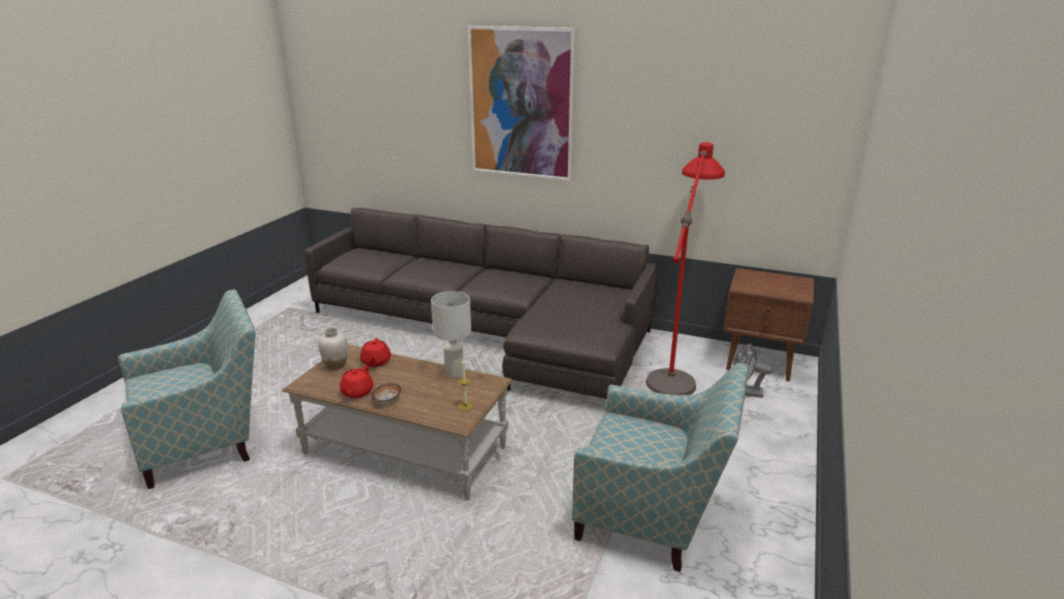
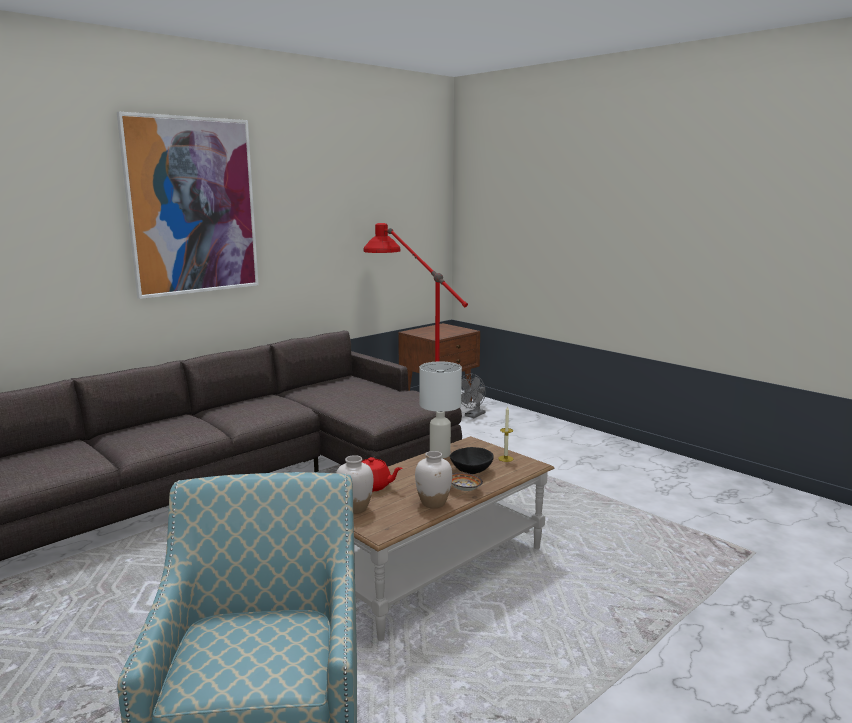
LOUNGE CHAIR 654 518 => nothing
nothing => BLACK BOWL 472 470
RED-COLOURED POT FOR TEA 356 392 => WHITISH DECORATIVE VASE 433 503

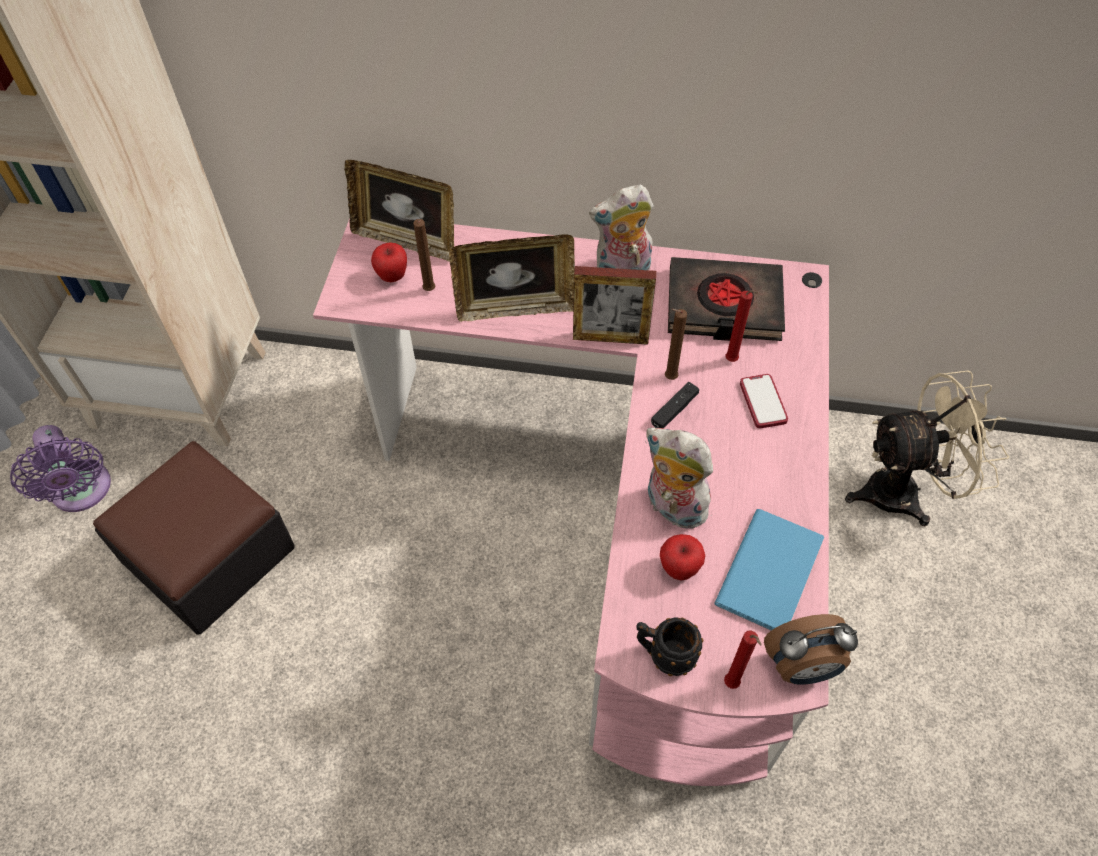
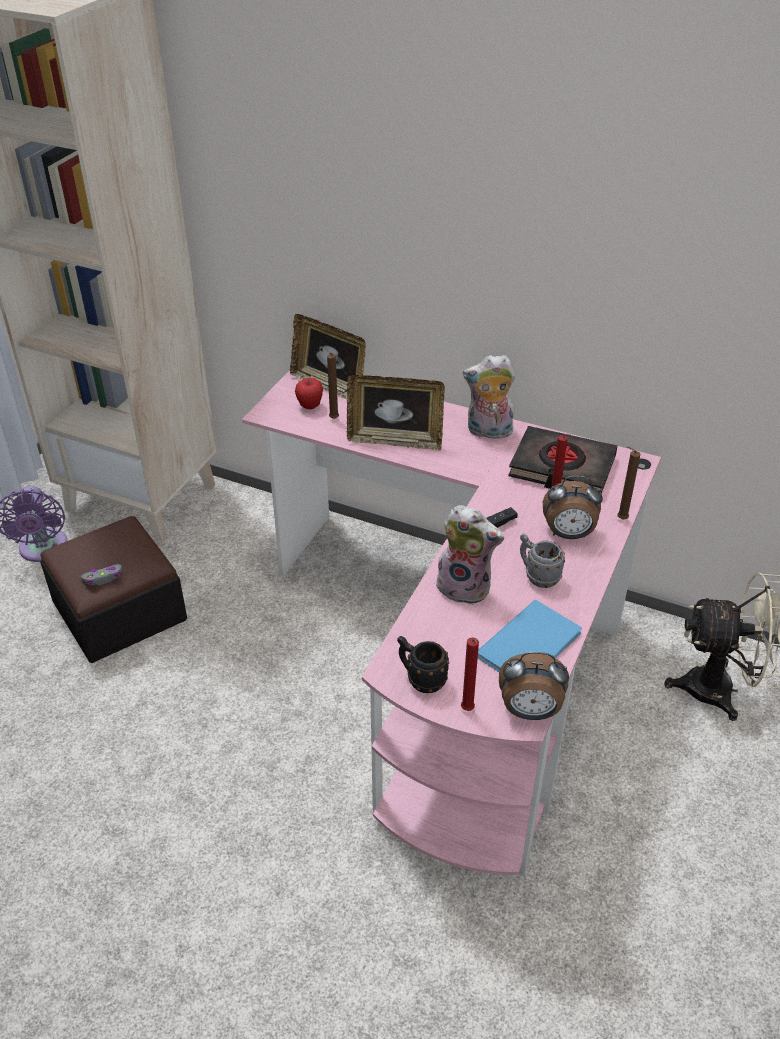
STANDING FRAME 610 338 => nothing
WHOLE APPLE 679 569 => nothing
nothing => GREY JOYPAD 103 578
nothing => GREY MUG 537 576
BROWNISH WAX LIGHT 668 378 => BROWNISH WAX LIGHT 620 519, shifted
TELEPHONE 763 402 => BEDSIDE CLOCK 568 534
CUDDLY TOY 672 507 => CUDDLY TOY 466 587, 150 degrees clockwise

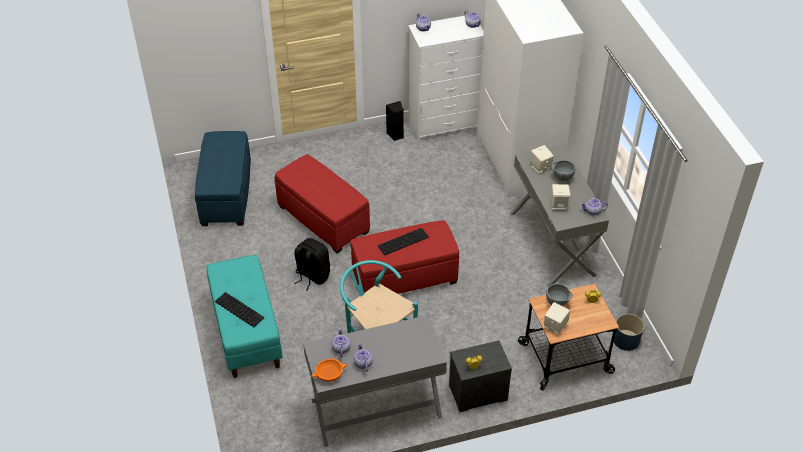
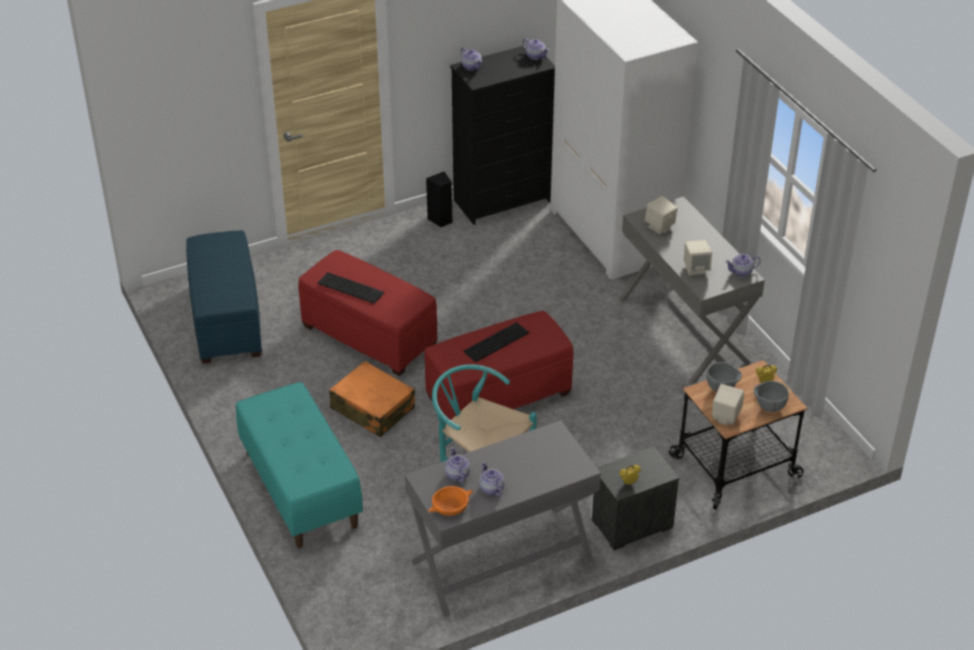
BLUE-COLOURED FLOWER POT 626 340 => nothing
KEYBOARD 239 309 => KEYBOARD 350 288, shifted
GREY BOWL 561 178 => GREY BOWL 768 408, shifted
BLACK BACKPACK 312 276 => ORANGE-COLOURED PIECE OF LUGGAGE 372 408
WHITISH DRAWER CHEST 444 125 => BLACK DRAWER CHEST 503 200

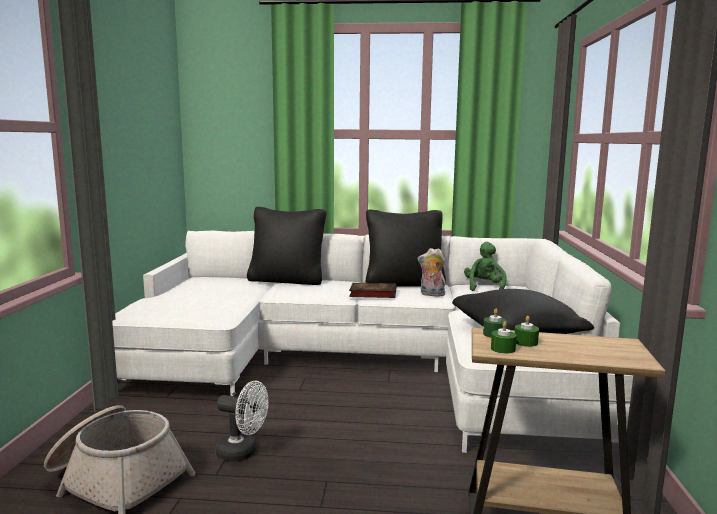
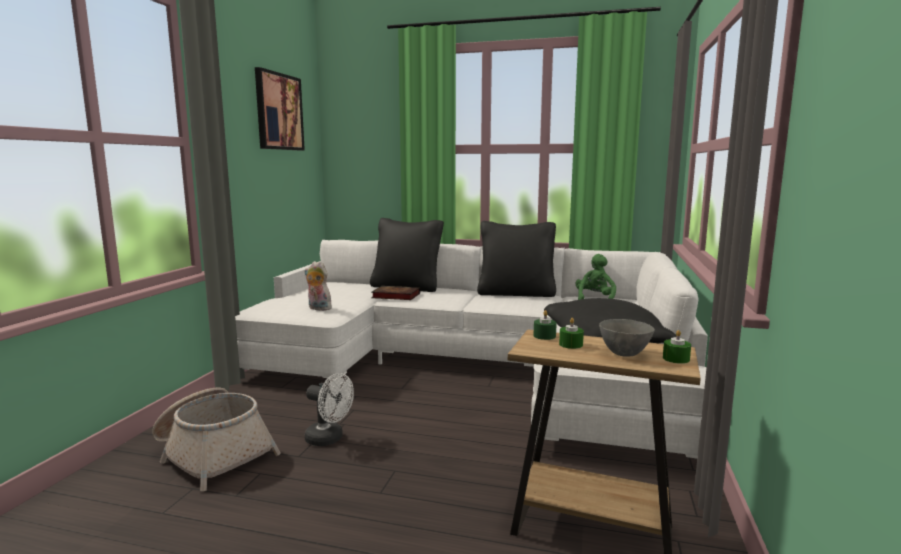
nothing => WALL PICTURE 279 112
nothing => GREY BOWL 625 354
BOUND BOOK 371 293 => BOUND BOOK 394 296, shifted
CUDDLY TOY 431 294 => CUDDLY TOY 318 308, shifted
GREEN WAX LIGHT 503 349 => GREEN WAX LIGHT 676 359, shifted

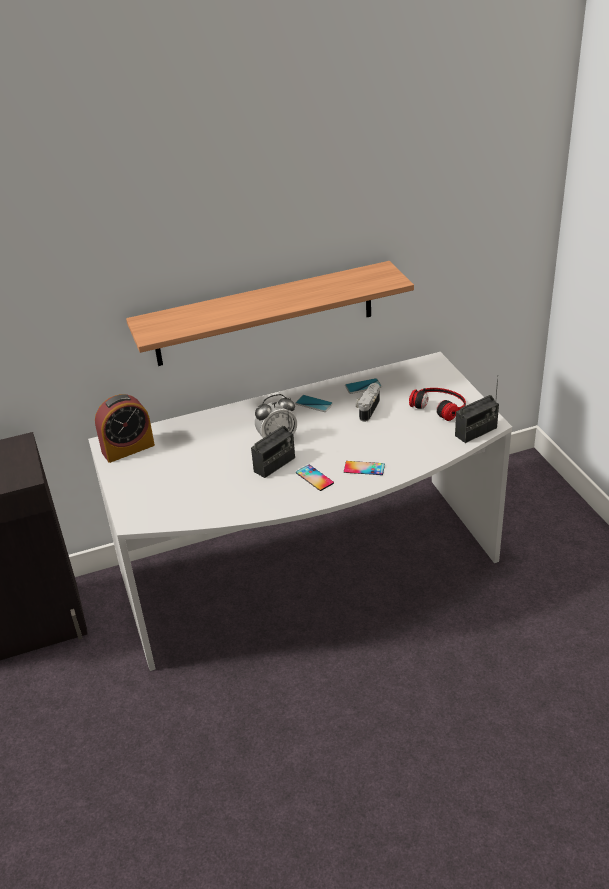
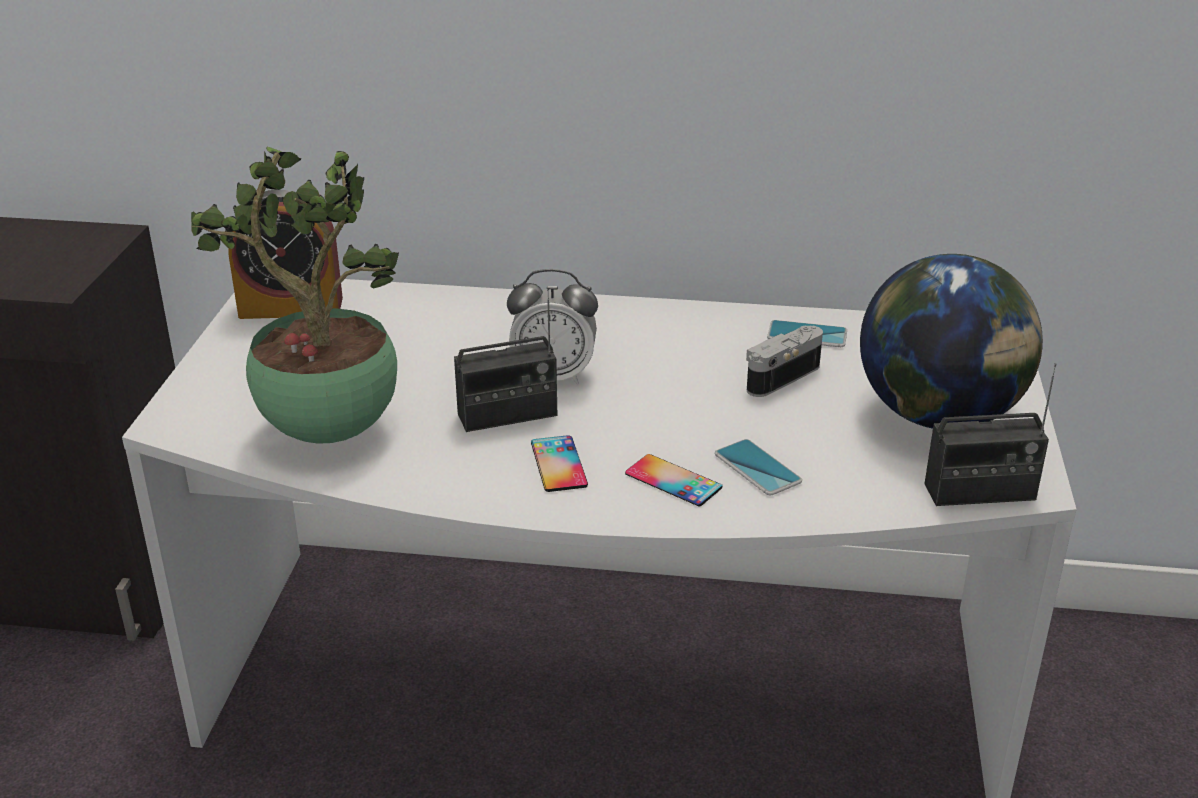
BRACKET SHELF 264 314 => nothing
nothing => PLANT IN A POT 326 432
TELEPHONE 314 404 => TELEPHONE 757 468, shifted
HEADPHONES 440 405 => DESK GLOBE 939 416

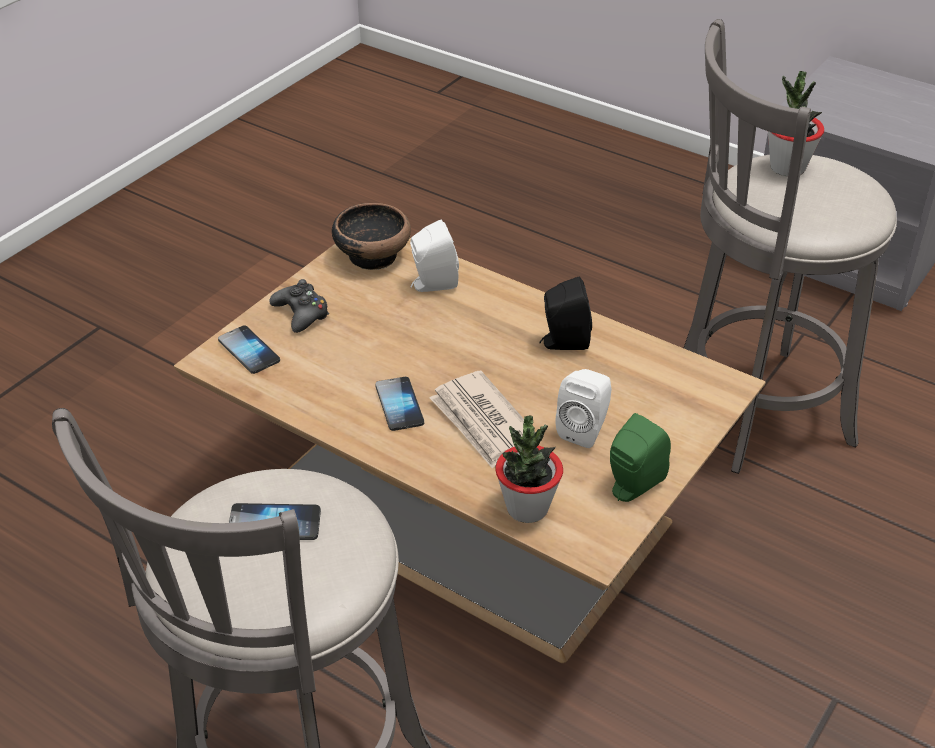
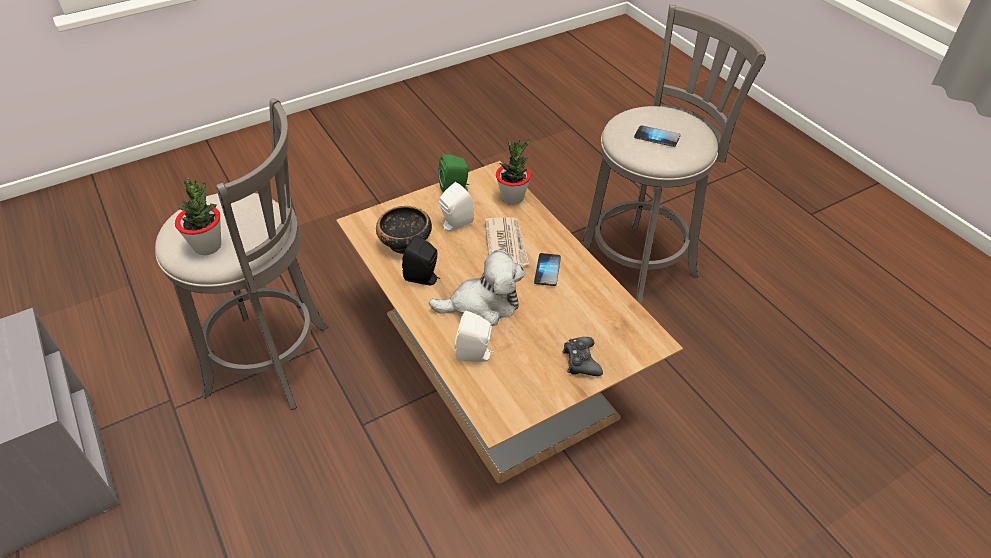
TELEPHONE 249 351 => nothing
nothing => CUDDLY TOY 483 305
BOWL 373 255 => BOWL 405 243, shifted

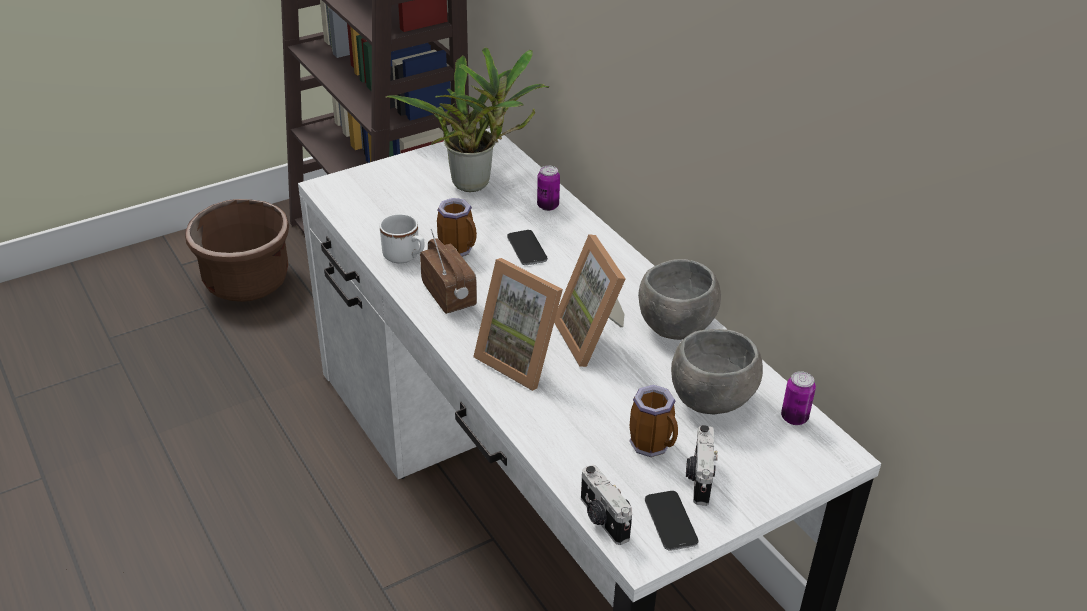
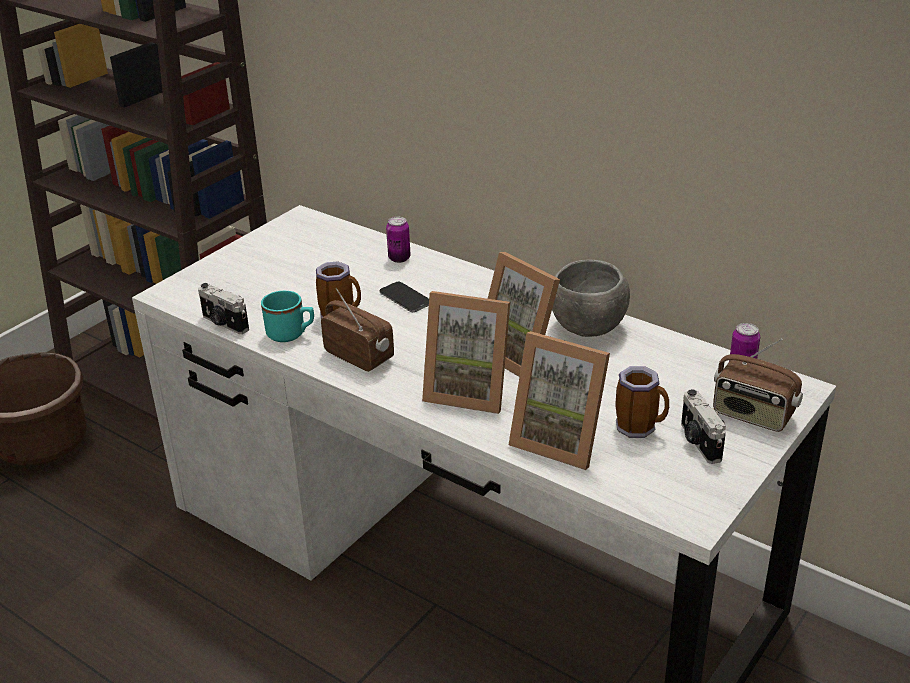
PLANT IN A POT 477 183 => nothing
TELEPHONE 670 521 => nothing
GREY BOWL 709 400 => nothing
nothing => STANDING FRAME 561 439
nothing => RADIO RECEIVER 752 415
STILL CAMERA 602 519 => STILL CAMERA 224 324, shifted
WHITISH MUG 405 257 => TURQUOISE-COLOURED MUG 291 334

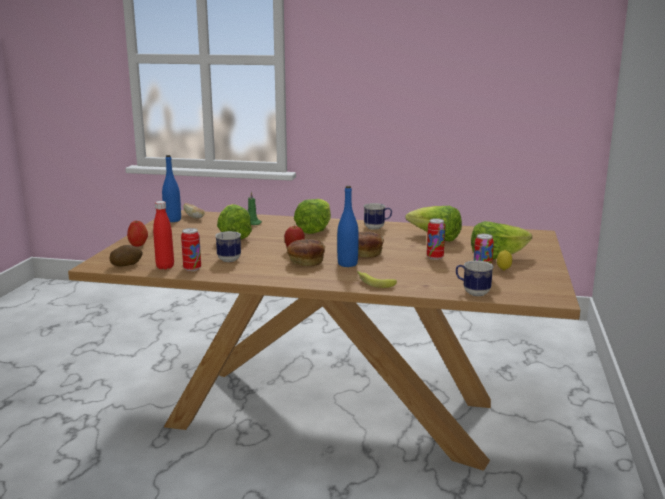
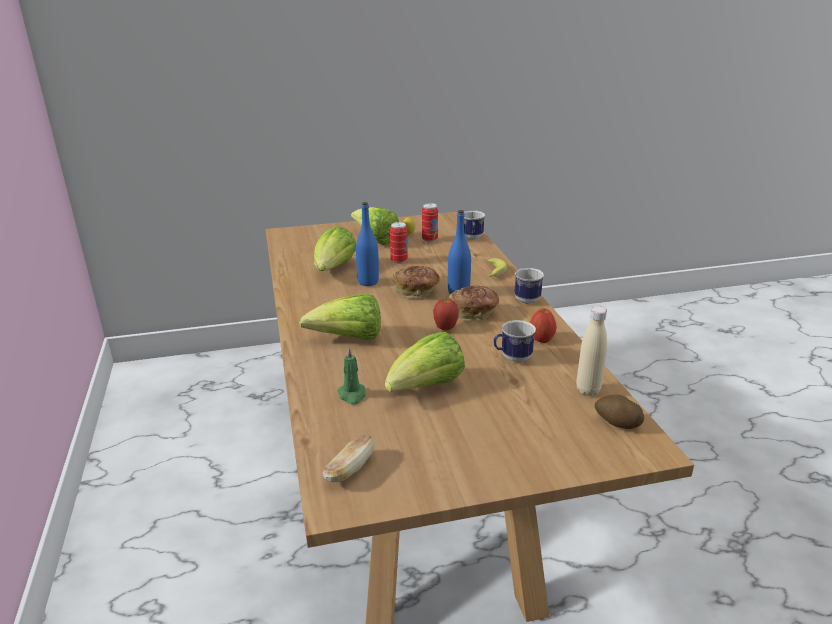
SEALED CAN 192 269 => nothing
WHOLE APPLE 138 245 => WHOLE APPLE 541 339, shifted
BLUE-COLOURED BEVERAGE BOTTLE 172 220 => BLUE-COLOURED BEVERAGE BOTTLE 368 282, shifted
MUG 377 227 => MUG 524 298, shifted
RED-COLOURED BEVERAGE BOTTLE 165 267 => SAND-COLOURED BEVERAGE BOTTLE 588 390

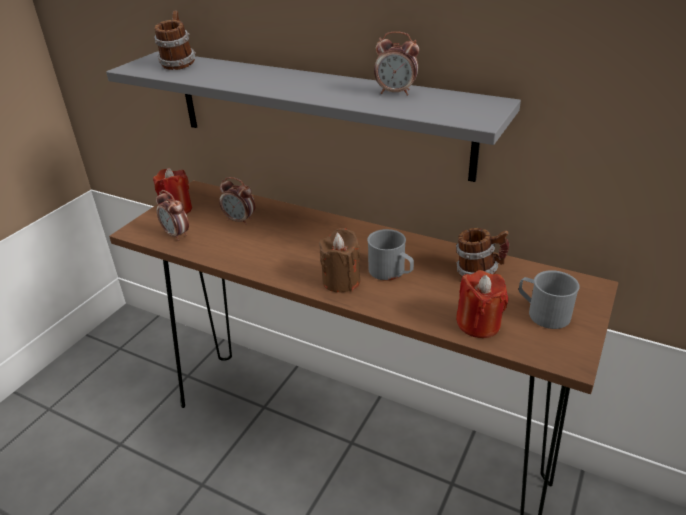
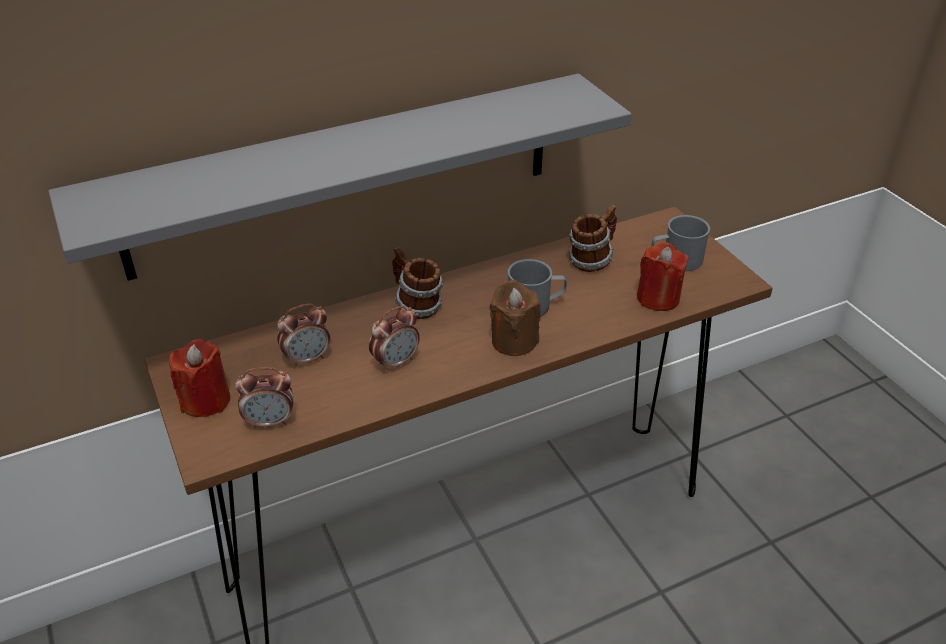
MUG 178 64 => MUG 416 306, shifted
BEDSIDE CLOCK 396 92 => BEDSIDE CLOCK 396 362, shifted

